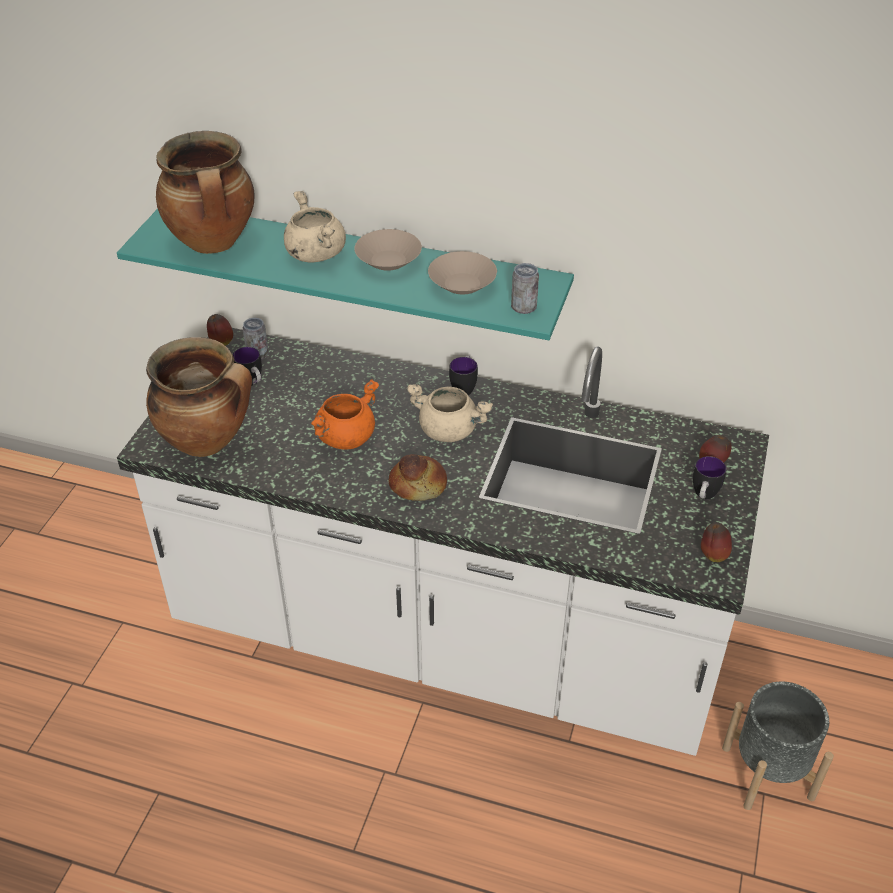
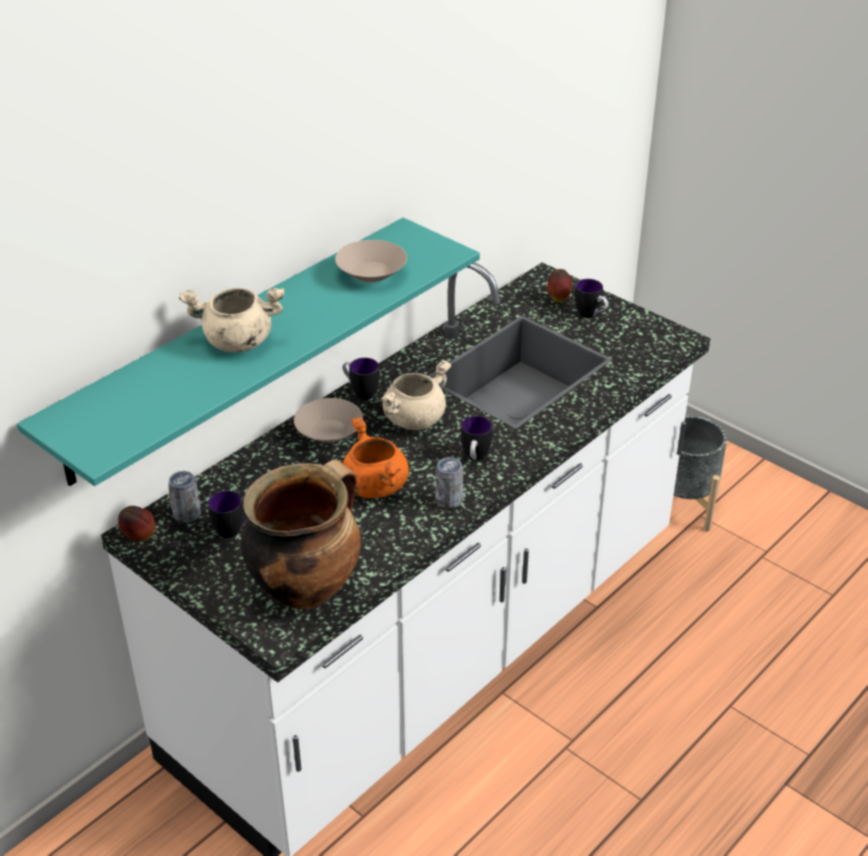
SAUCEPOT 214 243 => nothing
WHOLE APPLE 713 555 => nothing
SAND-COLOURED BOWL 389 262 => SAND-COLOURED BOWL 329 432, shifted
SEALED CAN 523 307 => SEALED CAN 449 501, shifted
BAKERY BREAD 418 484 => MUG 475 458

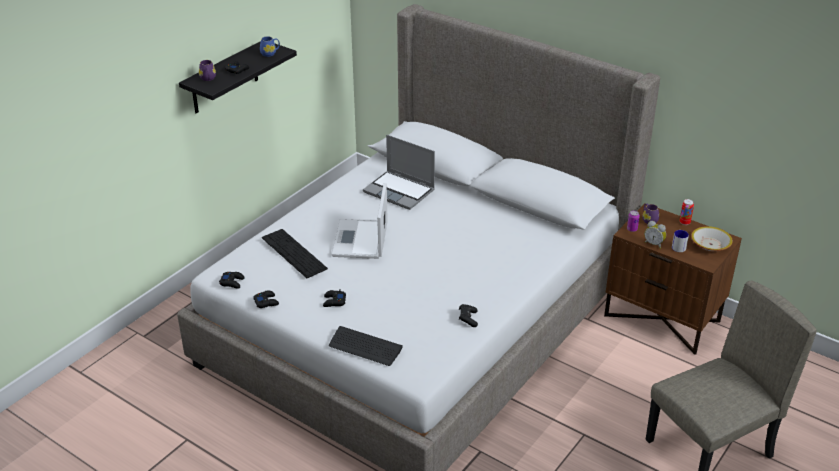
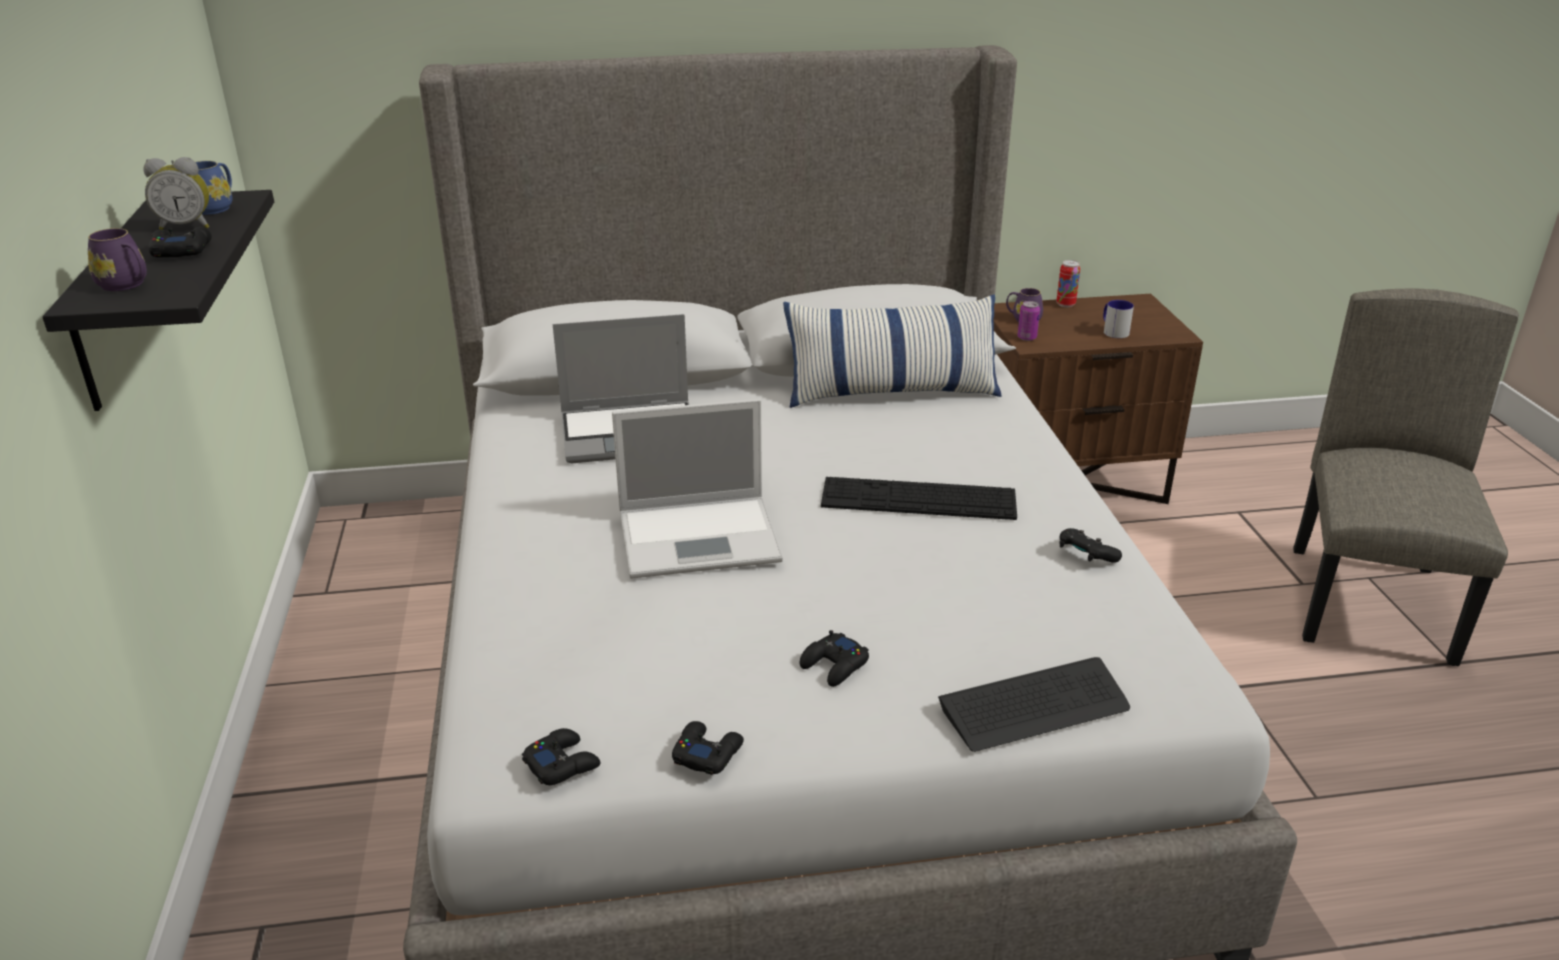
BOWL 710 245 => nothing
nothing => PILLOW 891 392
KEYBOARD 294 253 => KEYBOARD 918 499, shifted
BEDSIDE CLOCK 654 244 => BEDSIDE CLOCK 186 226, shifted
PORTABLE COMPUTER 360 240 => PORTABLE COMPUTER 702 536, 60 degrees counterclockwise

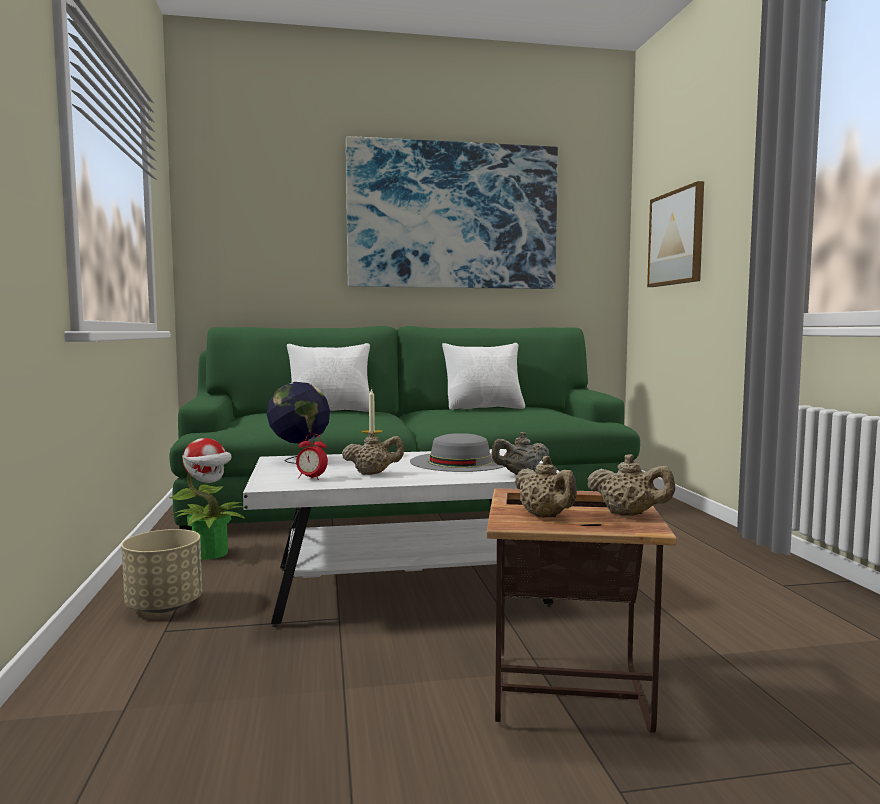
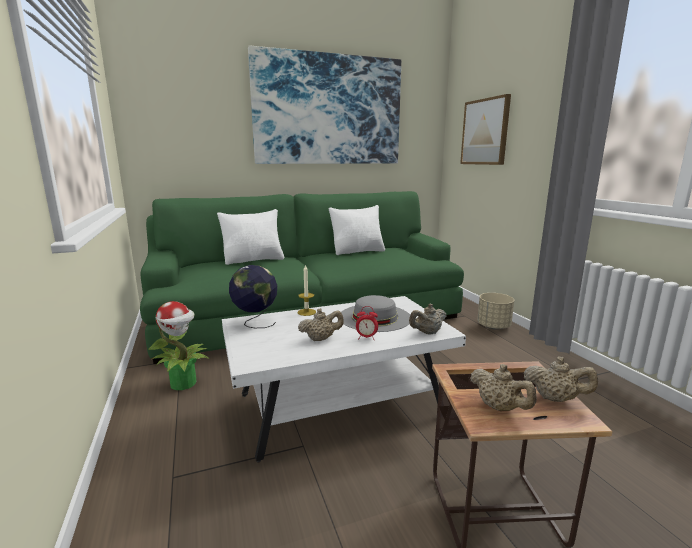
SAND-COLOURED FLOWER POT 164 606 => SAND-COLOURED FLOWER POT 493 326, shifted
BEDSIDE CLOCK 311 478 => BEDSIDE CLOCK 366 338, shifted

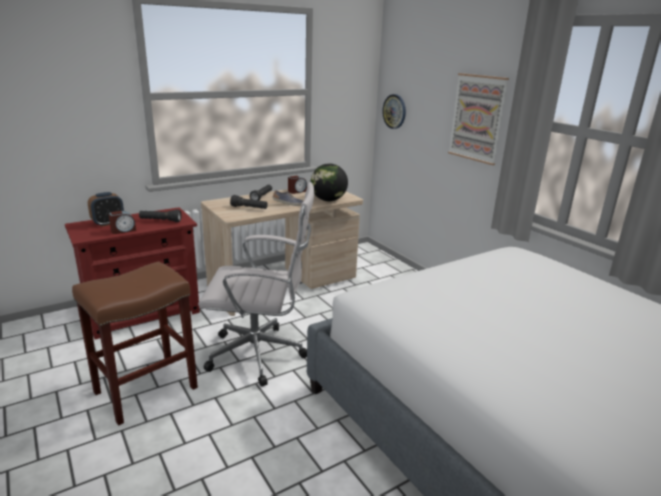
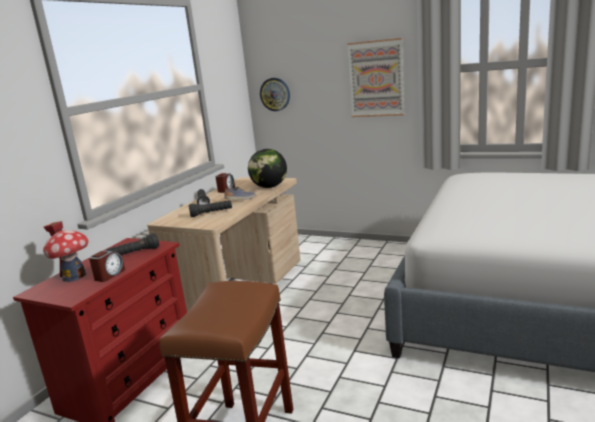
WHITISH DESK CHAIR 261 355 => nothing
BEDSIDE CLOCK 108 223 => MODEL HOUSE 74 276

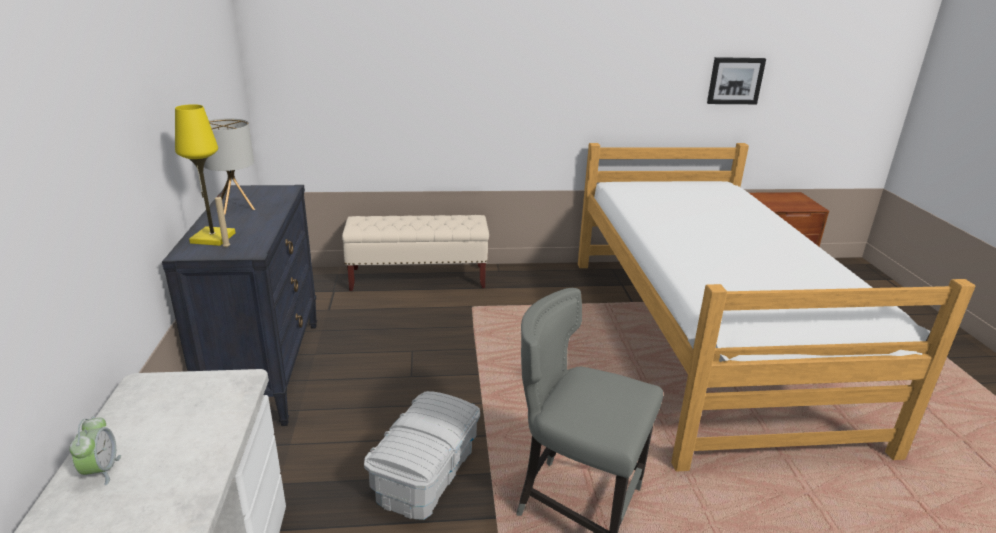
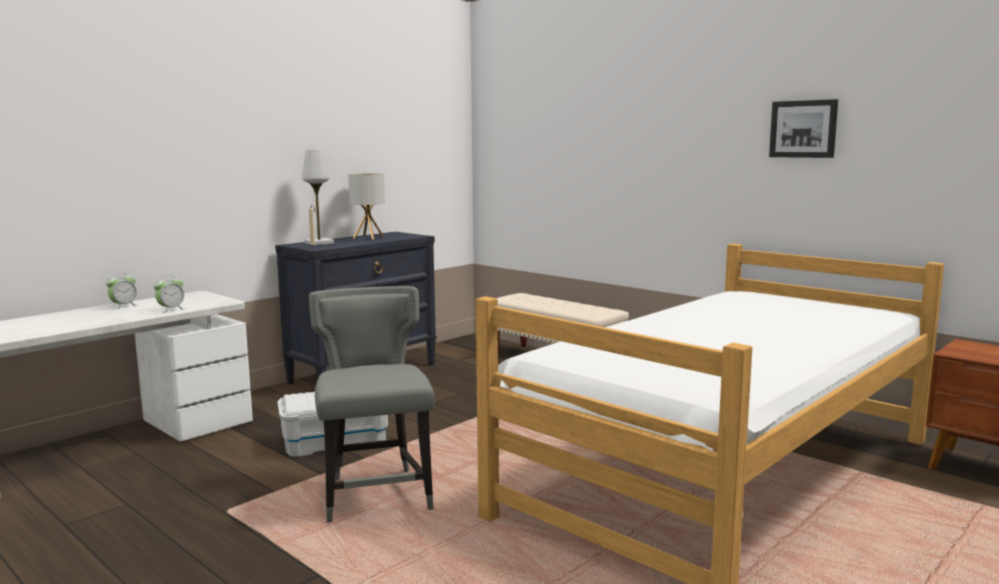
nothing => BEDSIDE CLOCK 171 309
WALL PICTURE 735 80 => WALL PICTURE 803 129, shifted
YELLOW-COLOURED TABLETOP LAMP 213 238 => WHITISH TABLETOP LAMP 319 243

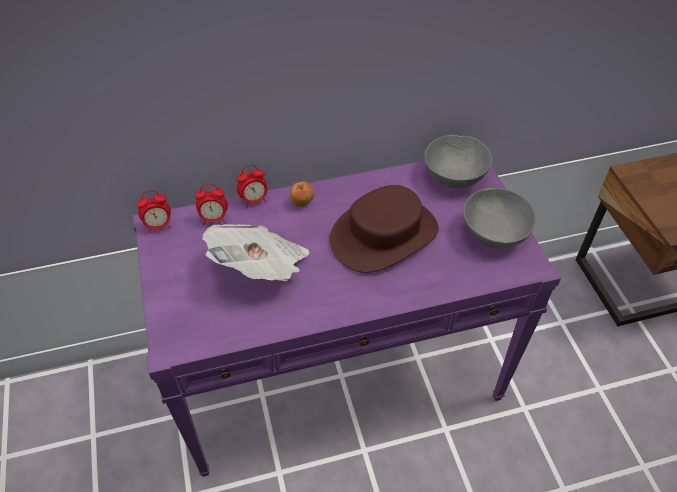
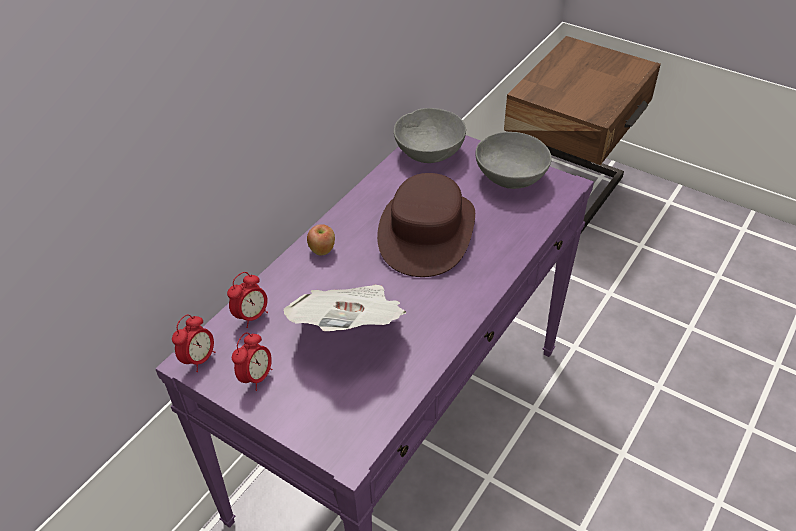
BEDSIDE CLOCK 254 200 => BEDSIDE CLOCK 256 377, shifted

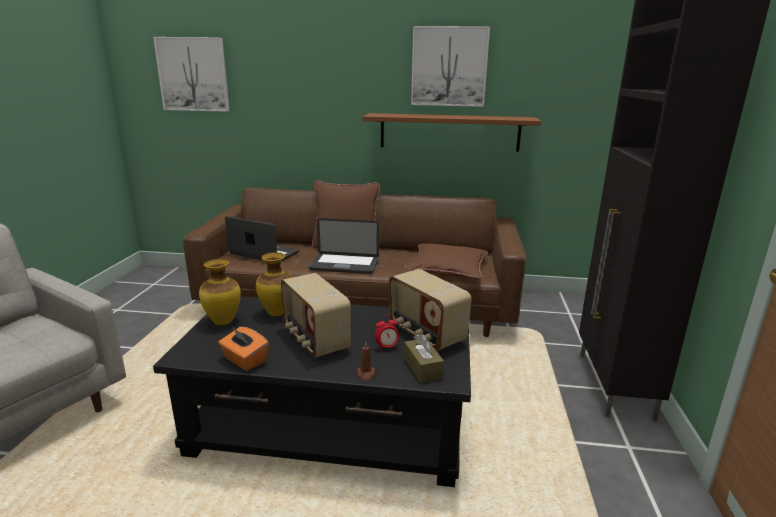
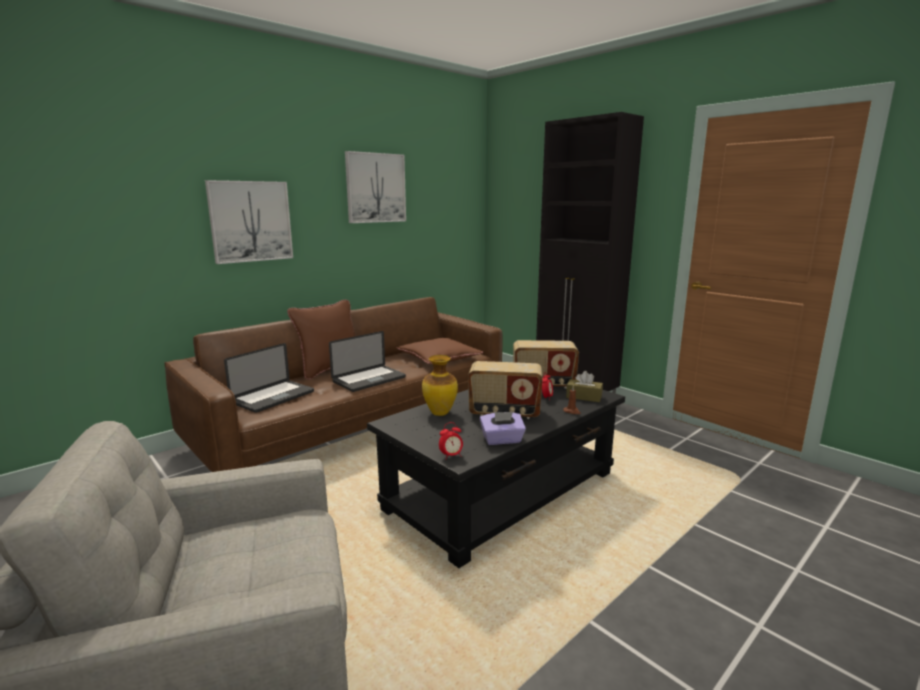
DECORATIVE VASE 222 321 => nothing
BROWNISH BRACKET SHELF 449 132 => nothing
nothing => BEDSIDE CLOCK 451 456
WALL PICTURE 193 74 => WALL PICTURE 250 221, shifted
ORANGE-COLOURED BOX OF TISSUES 244 360 => PURPLISH BOX OF TISSUES 502 440
PORTABLE COMPUTER 264 253 => PORTABLE COMPUTER 273 397, 150 degrees clockwise

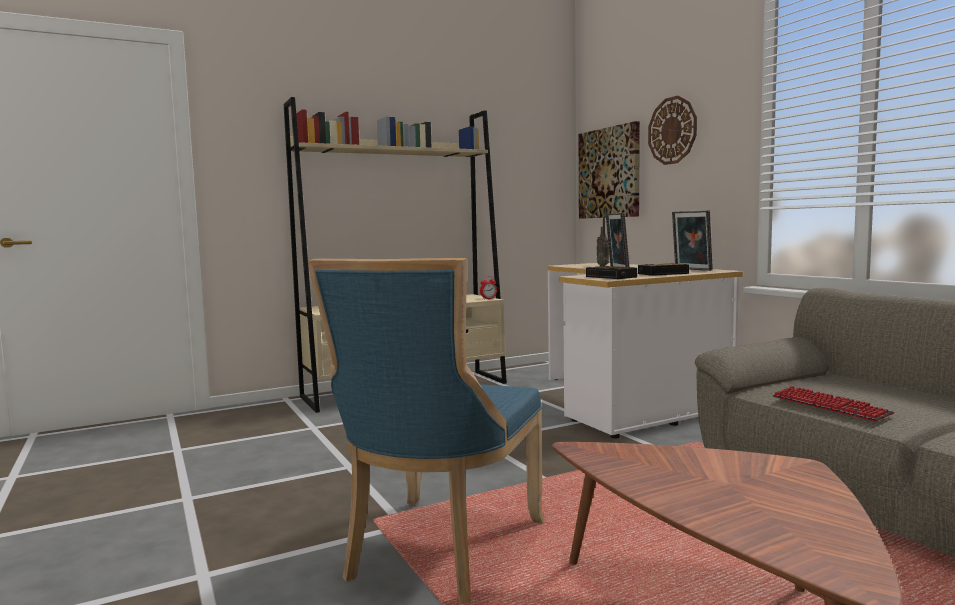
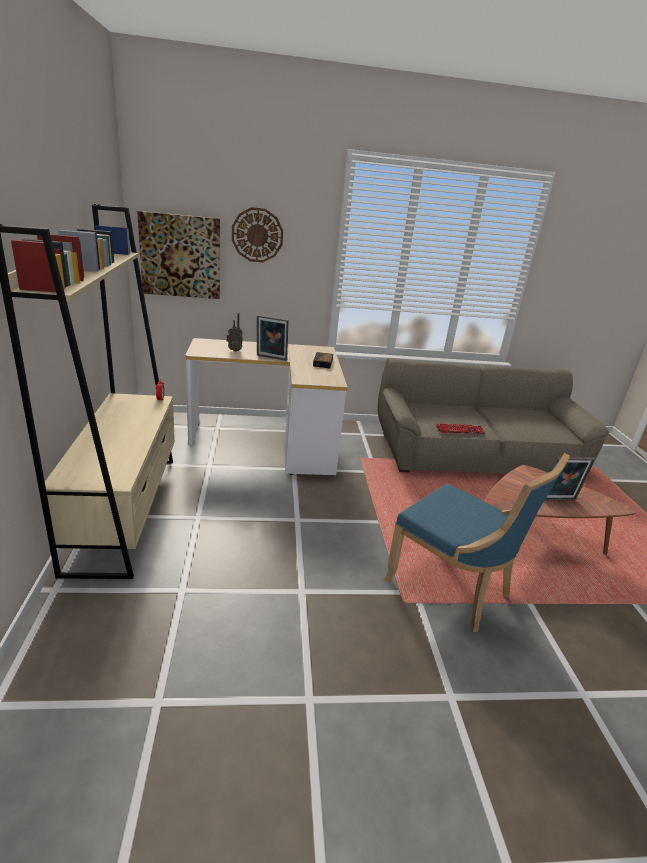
BEDSIDE CLOCK 612 277 => nothing
STANDING FRAME 691 269 => STANDING FRAME 559 500, shifted

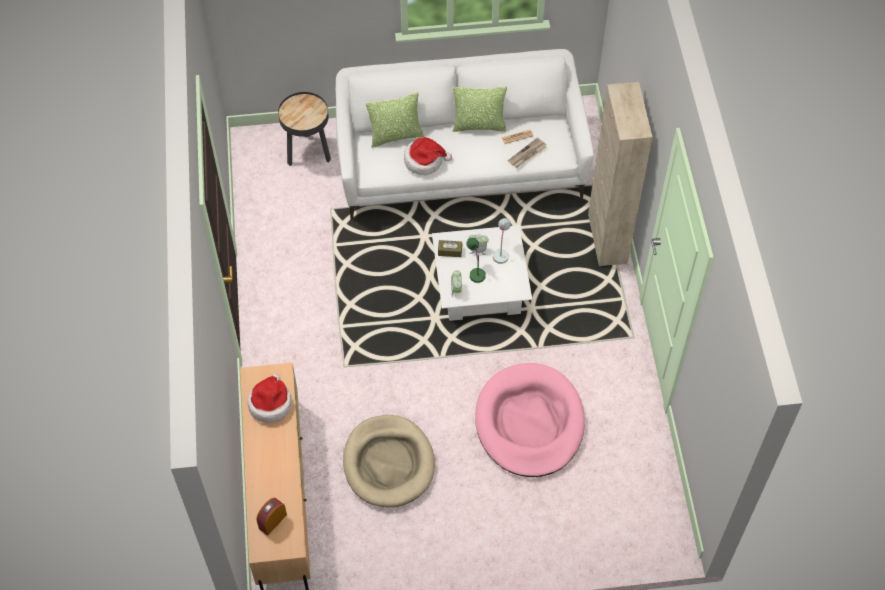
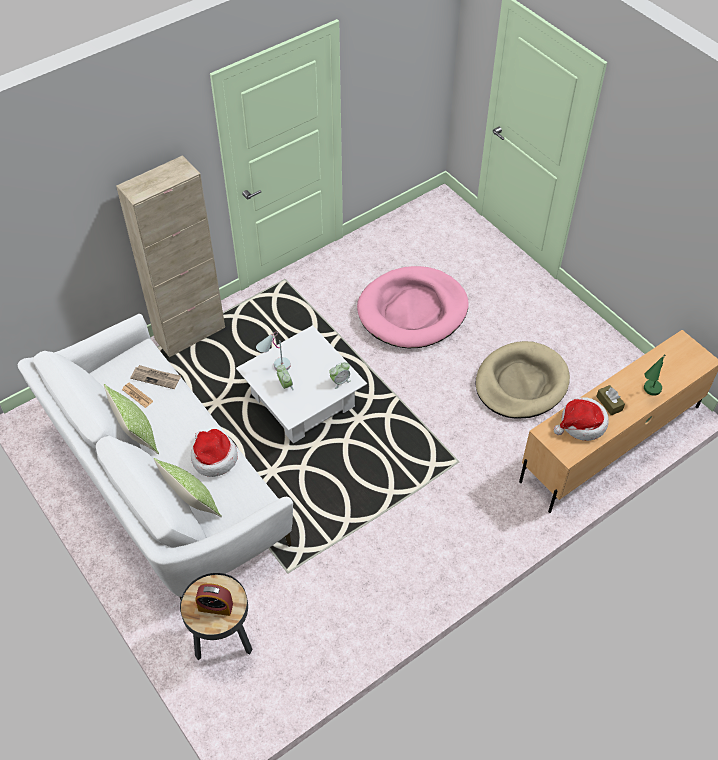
BEDSIDE CLOCK 272 521 => BEDSIDE CLOCK 215 607, shifted
BROWNISH BOX OF TISSUES 450 251 => BROWNISH BOX OF TISSUES 609 403, shifted
GREEN TABLETOP LAMP 475 270 => GREEN TABLETOP LAMP 648 393, shifted

